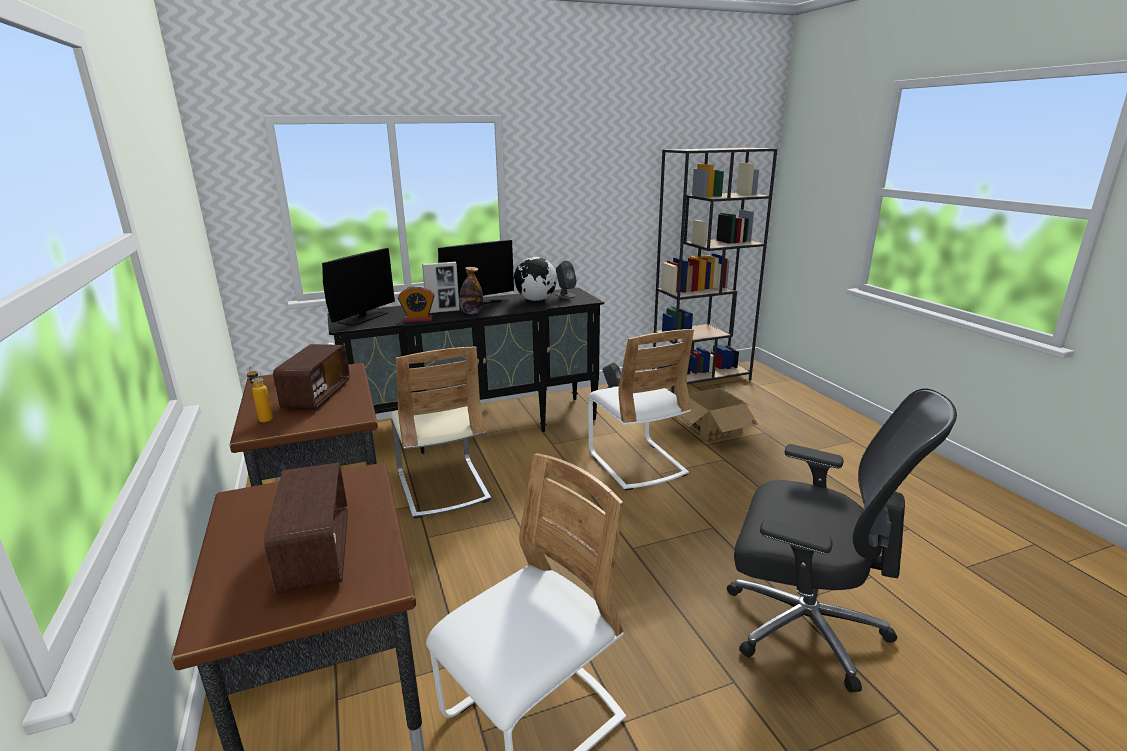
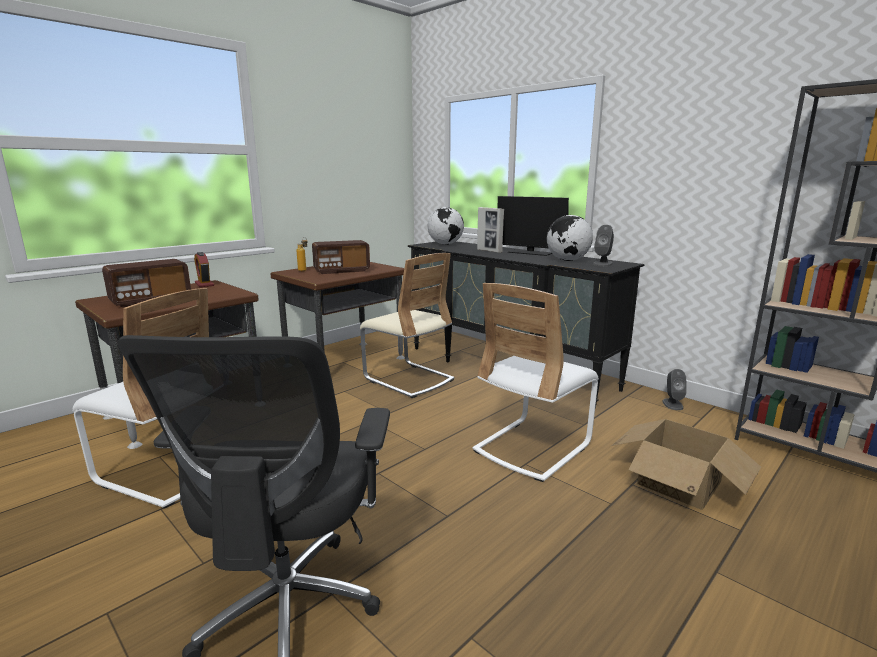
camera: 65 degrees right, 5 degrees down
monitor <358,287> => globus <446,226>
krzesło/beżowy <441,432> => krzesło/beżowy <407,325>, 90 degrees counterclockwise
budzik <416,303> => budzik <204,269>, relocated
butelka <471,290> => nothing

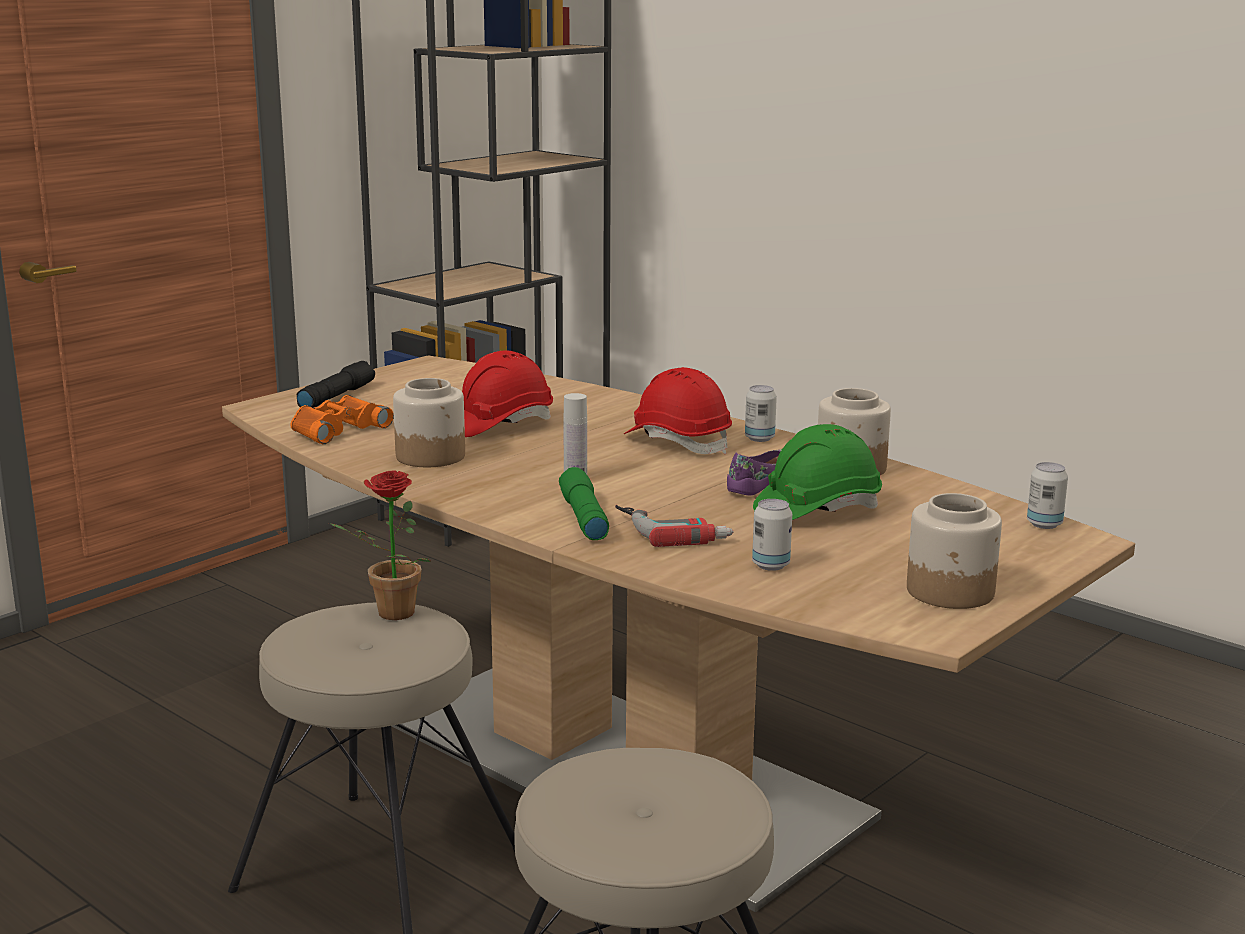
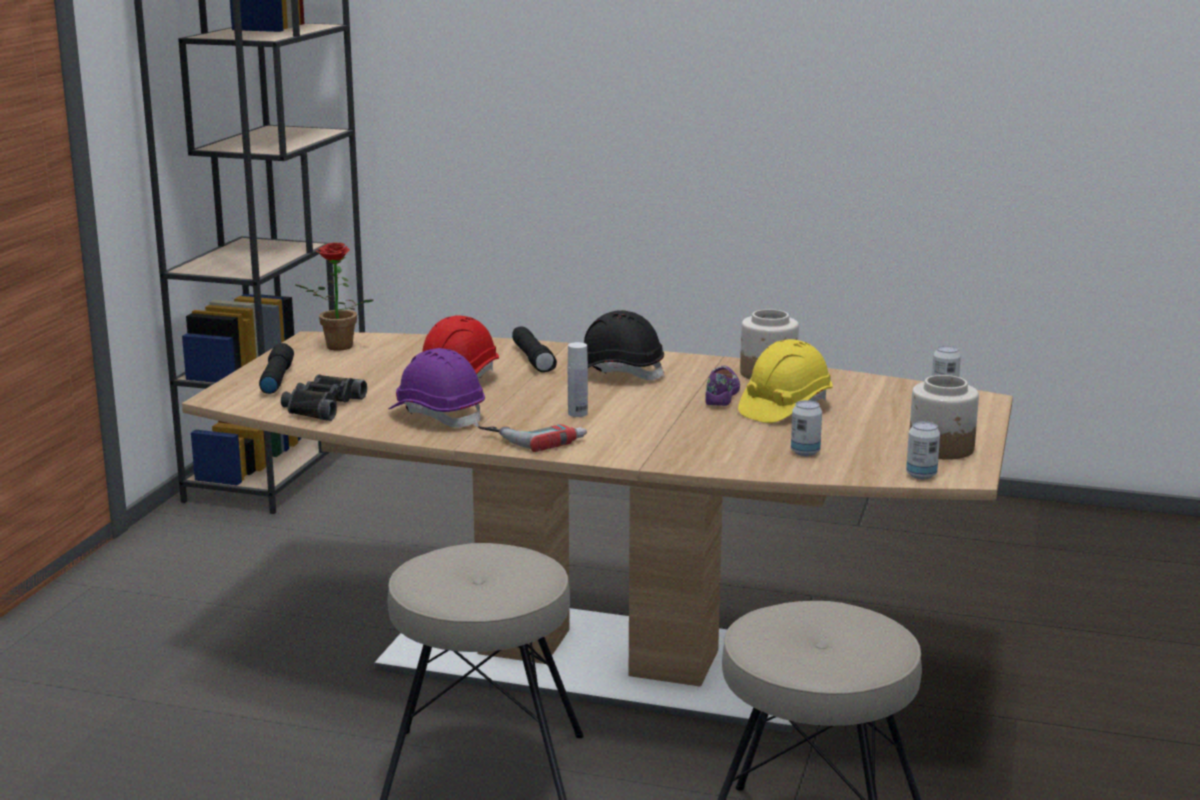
camera: 25 degrees left, 0 degrees up
lornetka/pomarańczowy <342,419> => lornetka/czarny <324,397>
roślina doniczkowa <380,545> => roślina doniczkowa <334,296>, relocated
słoik <429,422> => kask/fioletowy <437,388>
latarka/zielony <584,503> => nothing
wiertarka <674,526> => wiertarka <532,438>, relocated
kask/czerwony <678,410> => kask/czarny <624,345>
puszka <761,413> => puszka <923,450>, relocated
kask/zielony <817,472> => kask/żółty <785,381>
nothing => latarka/czarny <534,349>

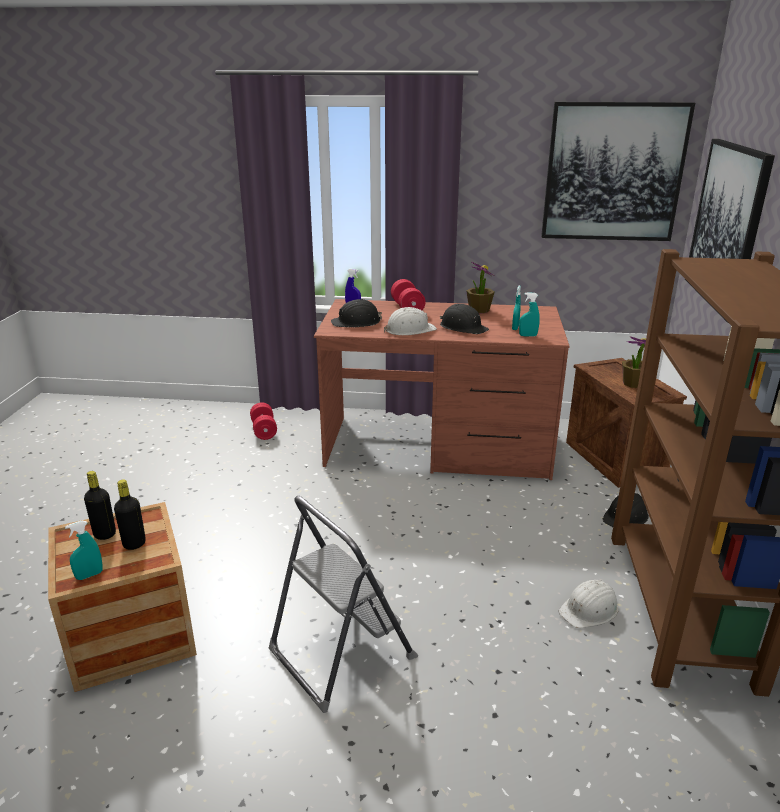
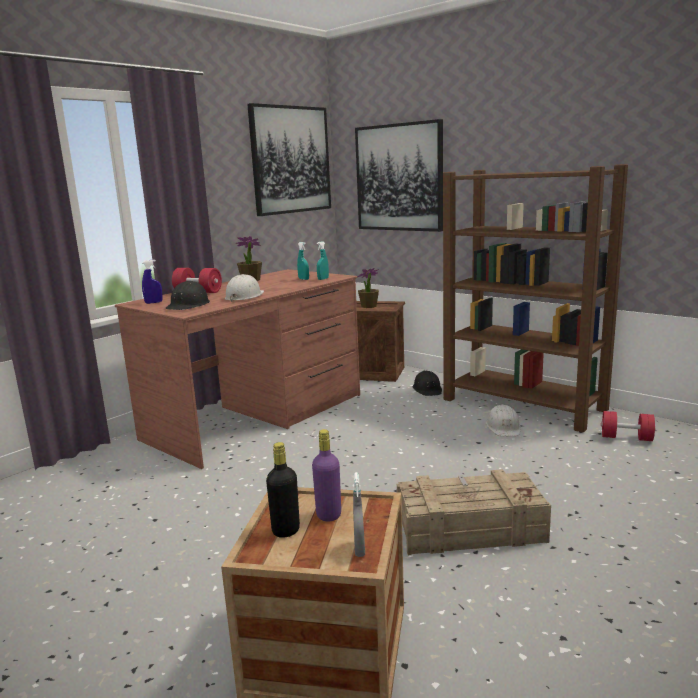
camera: 55 degrees left, 10 degrees down
spryskiwacz/turkusowy <84,550> => spryskiwacz/szary <359,514>
butelka/czarny <130,514> => butelka/fioletowy <326,475>
hantel/czerwony <263,421> => hantel/czerwony <628,426>, relocated
drabinka/szary <343,604> => skrzynka <474,512>
kask/czarny <464,319> => nothing

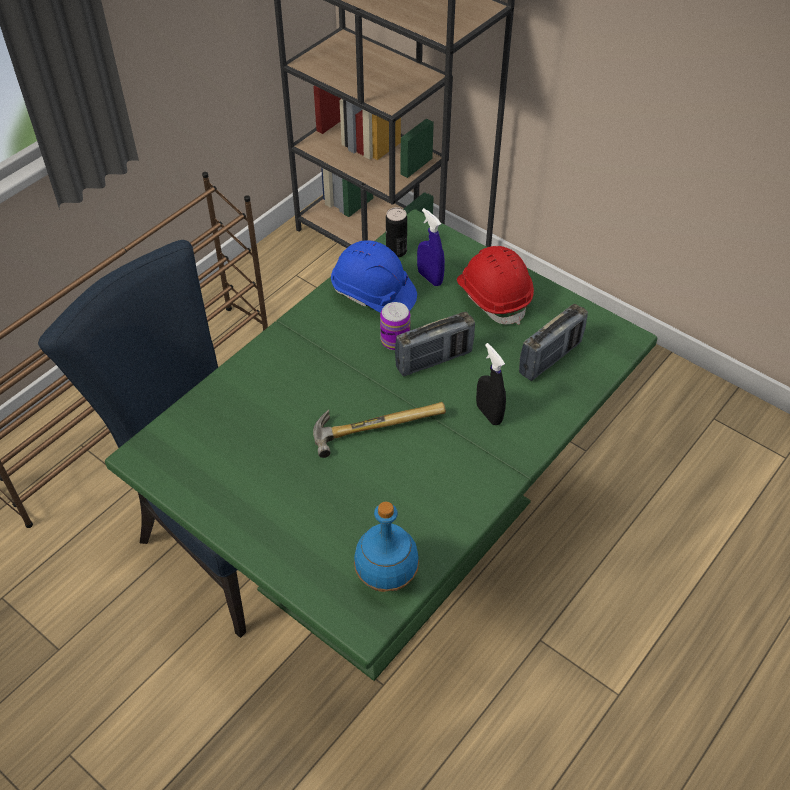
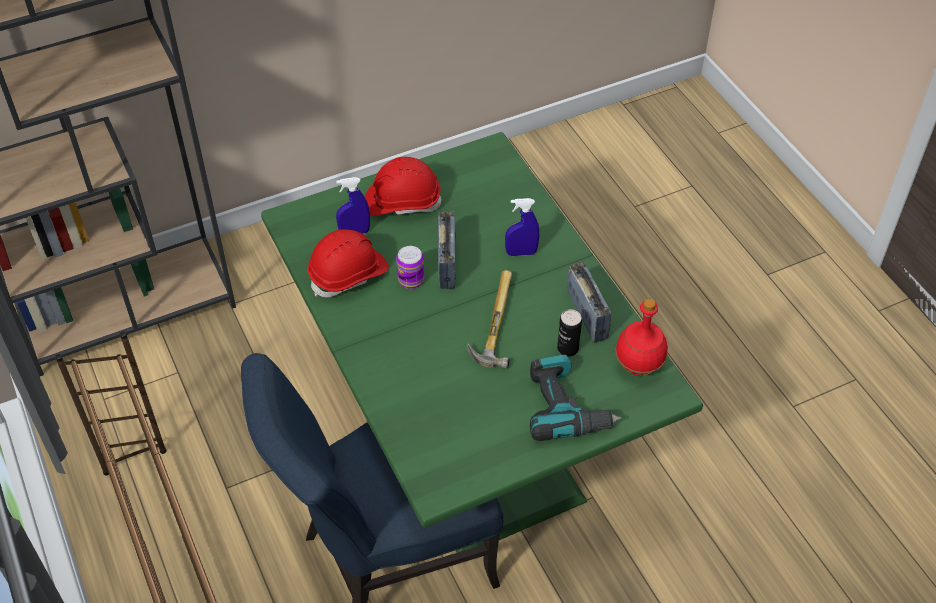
camera: 65 degrees left, 0 degrees up
kask/niebieski <374,276> => kask/czerwony <348,263>
butelka/niebieski <386,547> => butelka/czerwony <641,337>
puszka <396,232> => puszka <569,332>, relocated
spryskiwacz/czarny <491,384> => spryskiwacz/niebieski <522,227>
radio <553,342> => radio <589,302>, relocated
nothing => wiertarka <575,398>

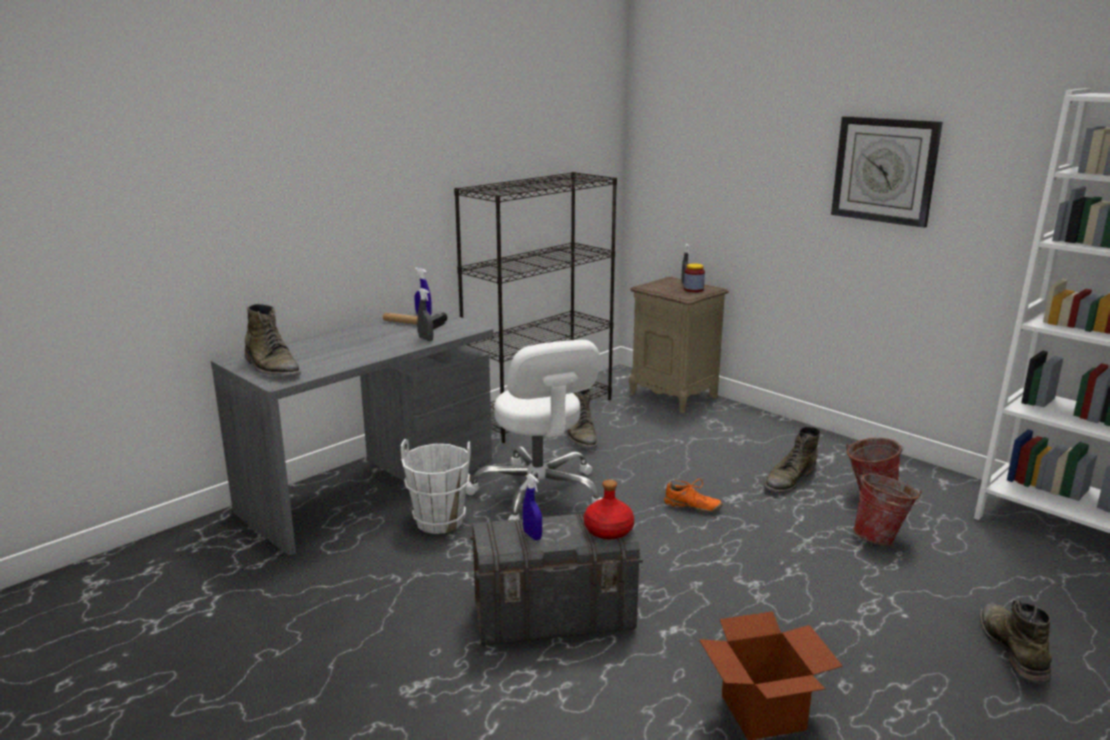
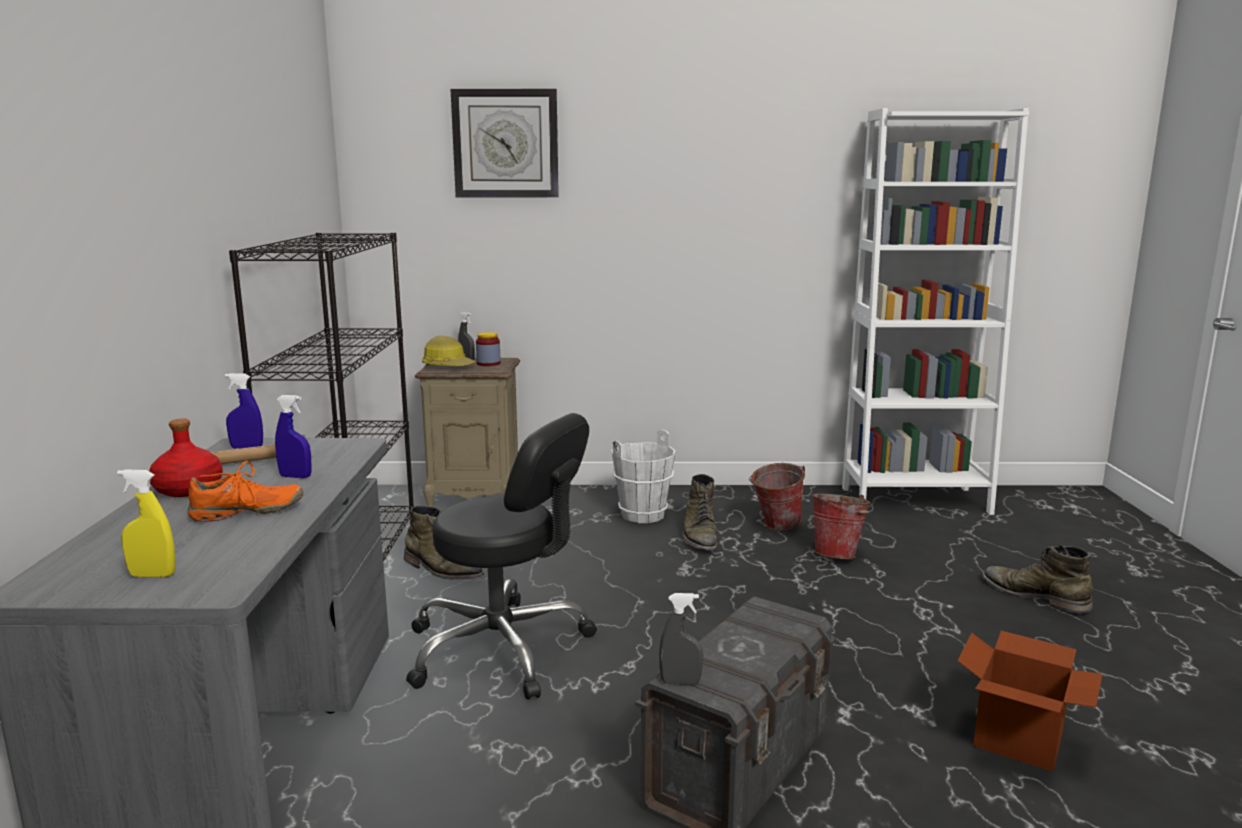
camera: 45 degrees left, 5 degrees down
but z cholewką/zielony <273,340> => spryskiwacz/żółty <146,523>
wiadro/biały <436,486> => wiadro/biały <643,476>, relocated
spryskiwacz/szary <425,314> => spryskiwacz/szary <681,639>, relocated
krzesło biurowe/biały <534,430> => krzesło biurowe/czarny <501,556>
spryskiwacz/niebieski <532,507> => spryskiwacz/niebieski <293,436>, relocated
butelka/czerwony <609,509> => butelka/czerwony <186,458>, relocated
but/pomarańczowy <693,496> => but/pomarańczowy <245,491>, relocated
zegar ścienny <886,172> => zegar ścienny <505,143>, relocated
nothing => kask <448,351>

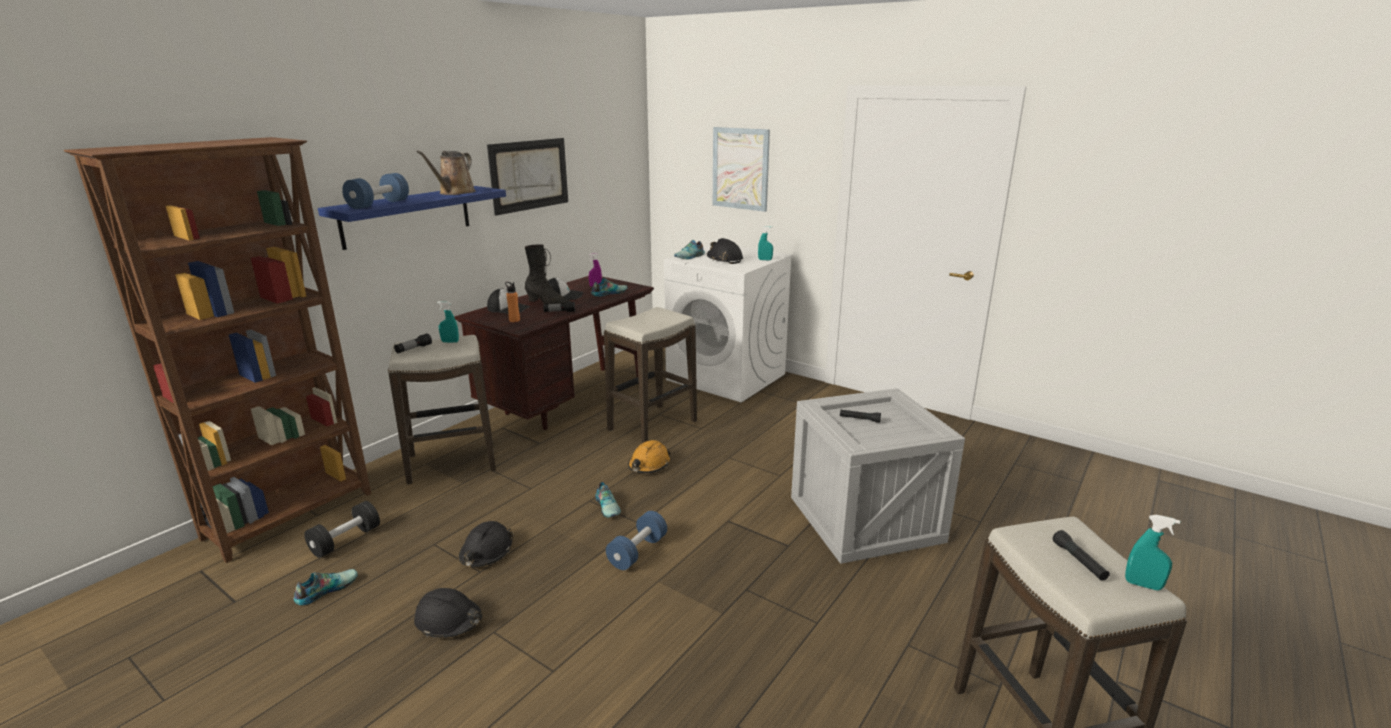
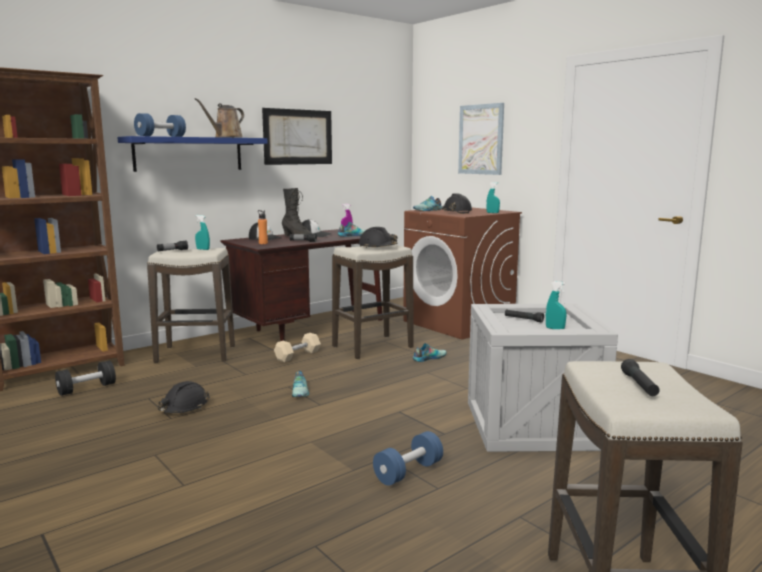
camera: 15 degrees right, 10 degrees down
but <325,587> => but <430,352>, relocated
kask/czarny <448,613> => kask/czarny <378,237>, relocated
hantel/niebieski <636,540> => hantel/niebieski <408,458>, relocated
kask/pomarańczowy <649,456> => nothing
pralka/biały <728,323> => pralka/brązowy <462,274>
spryskiwacz/turkusowy <1152,552> => spryskiwacz/turkusowy <556,305>, relocated
nothing => hantel/beżowy <297,347>

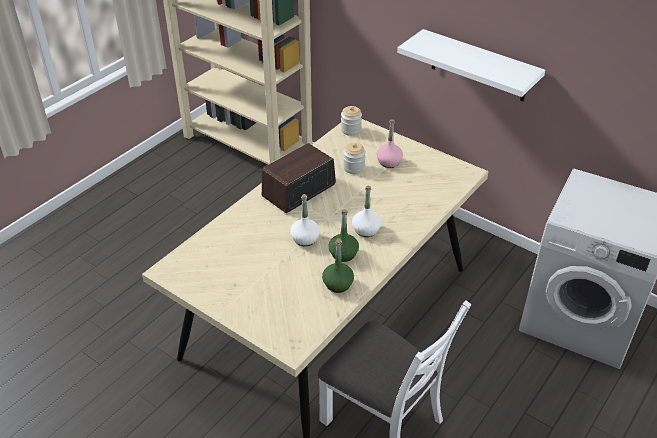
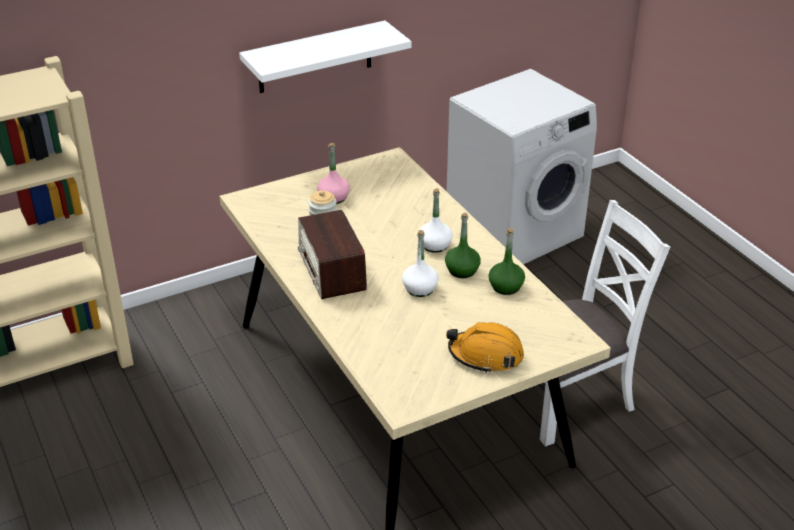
camera: 65 degrees left, 5 degrees down
słoik <351,121> => nothing
nothing => kask/pomarańczowy <485,347>

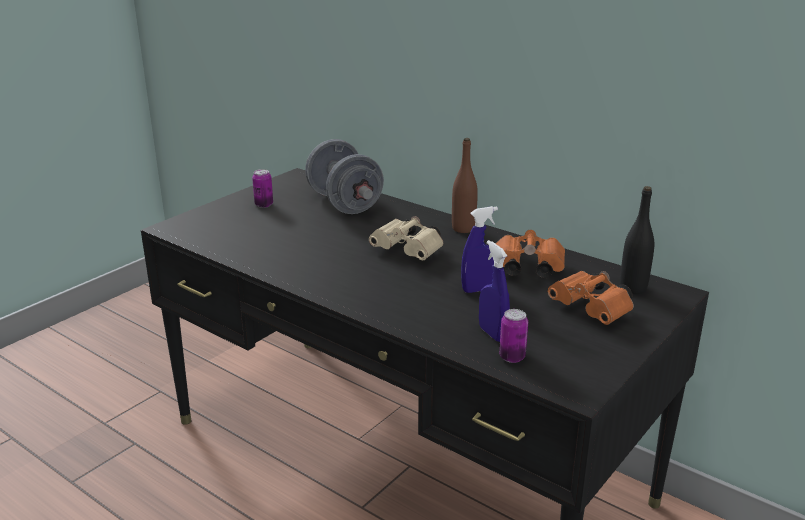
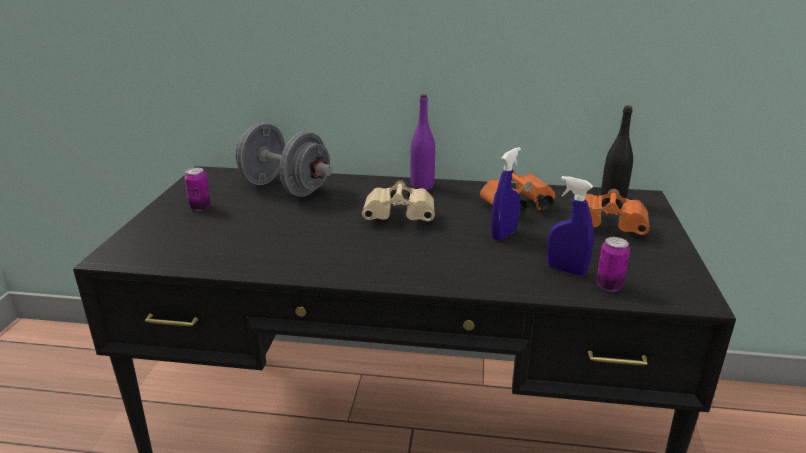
camera: 30 degrees left, 0 degrees up
butelka/brązowy <465,185> => butelka/fioletowy <422,142>

